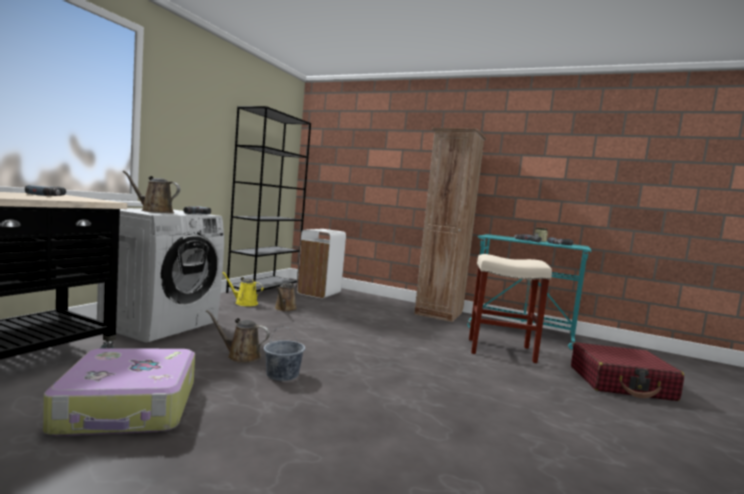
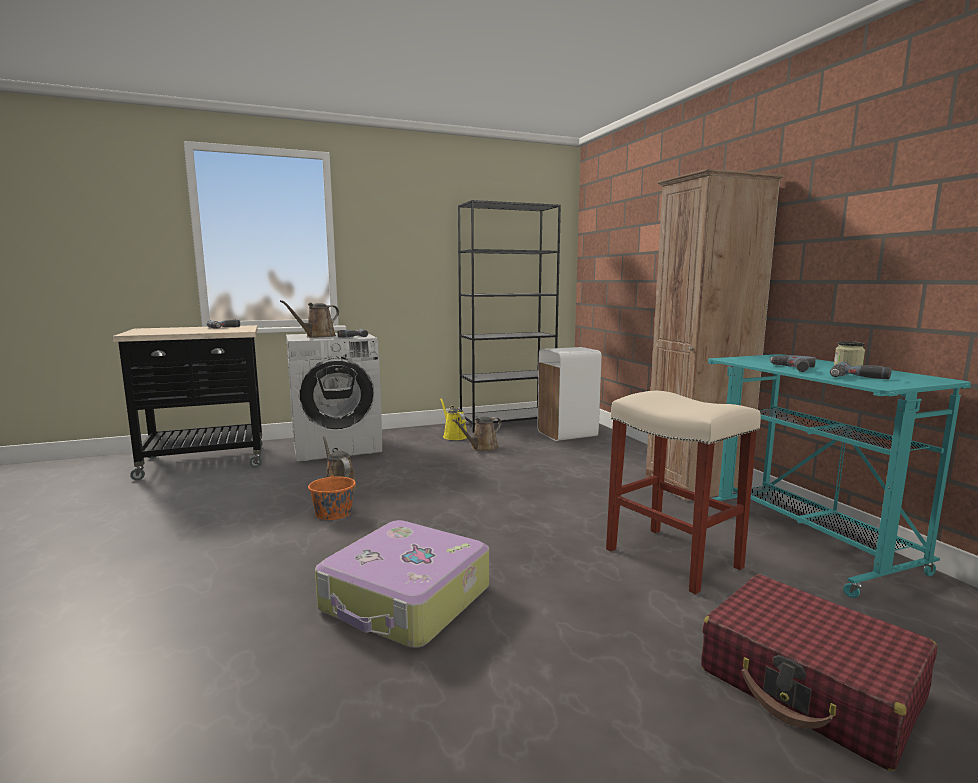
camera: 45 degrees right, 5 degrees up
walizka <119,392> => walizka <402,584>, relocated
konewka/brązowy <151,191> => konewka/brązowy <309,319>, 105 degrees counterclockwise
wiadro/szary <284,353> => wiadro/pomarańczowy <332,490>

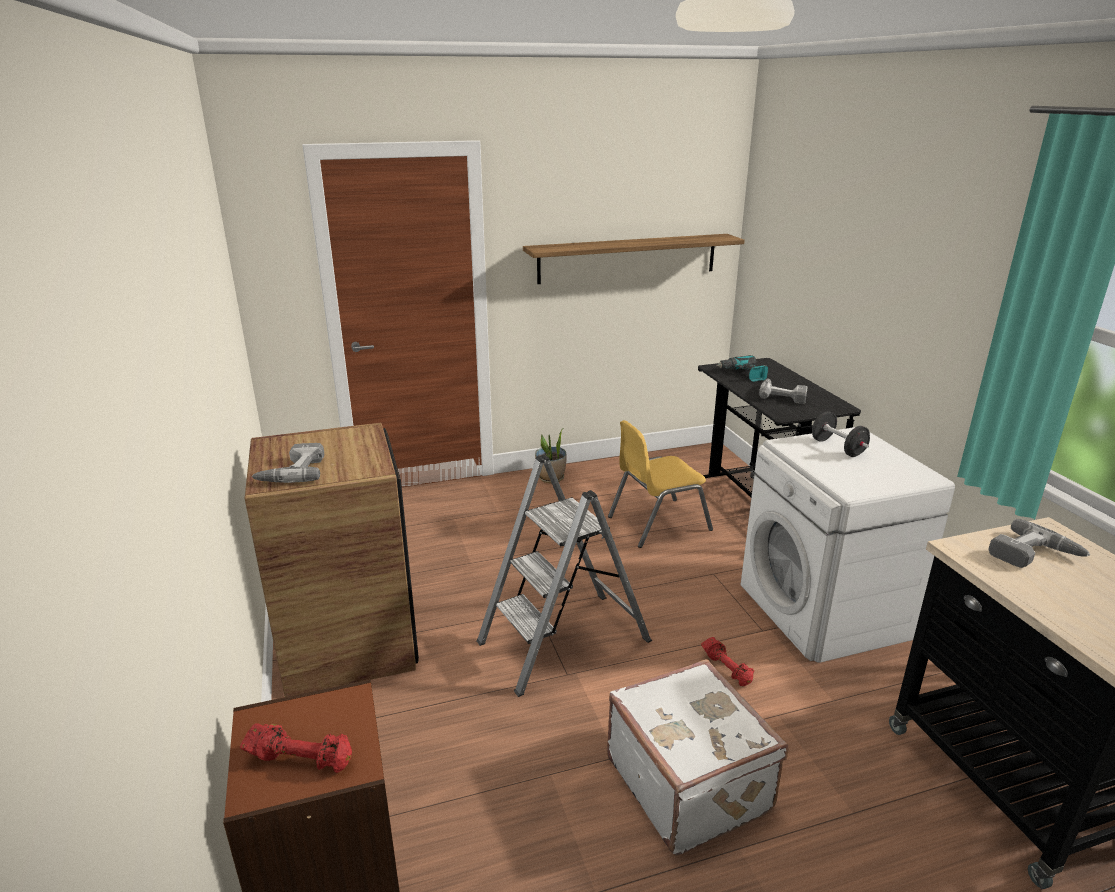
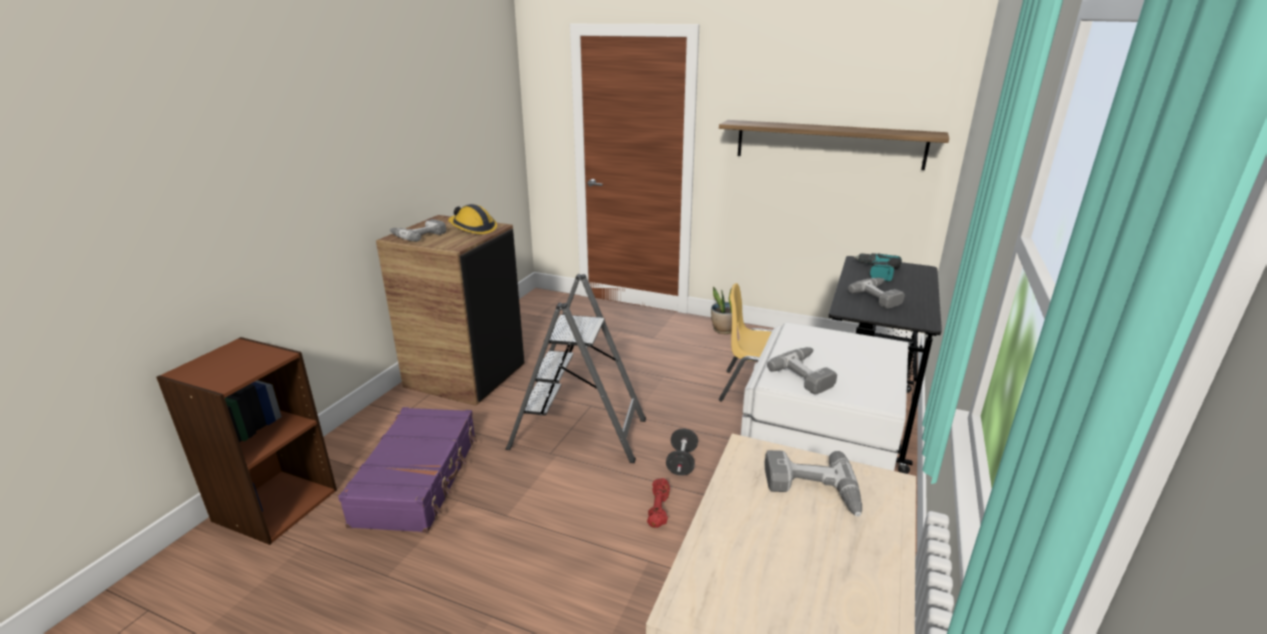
camera: 40 degrees right, 0 degrees up
hantel/czerwony <296,748> => nothing
walizka/biały <697,757> => nothing
hantel/czarny <841,434> => hantel/czarny <682,452>, relocated
nothing => walizka/fioletowy <407,470>
nothing => kask <472,219>
nothing => wiertarka <802,371>

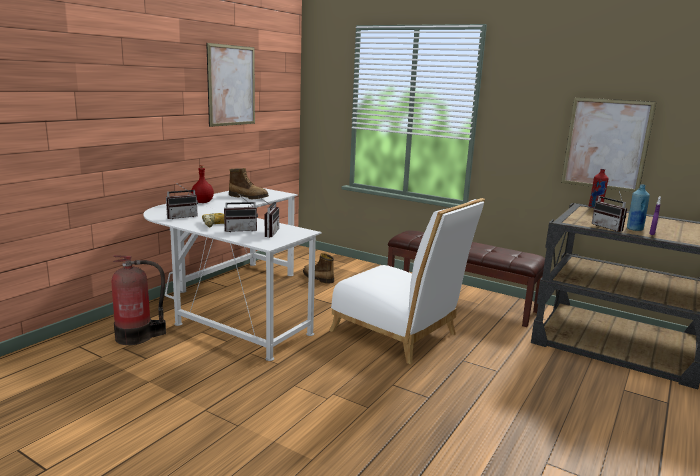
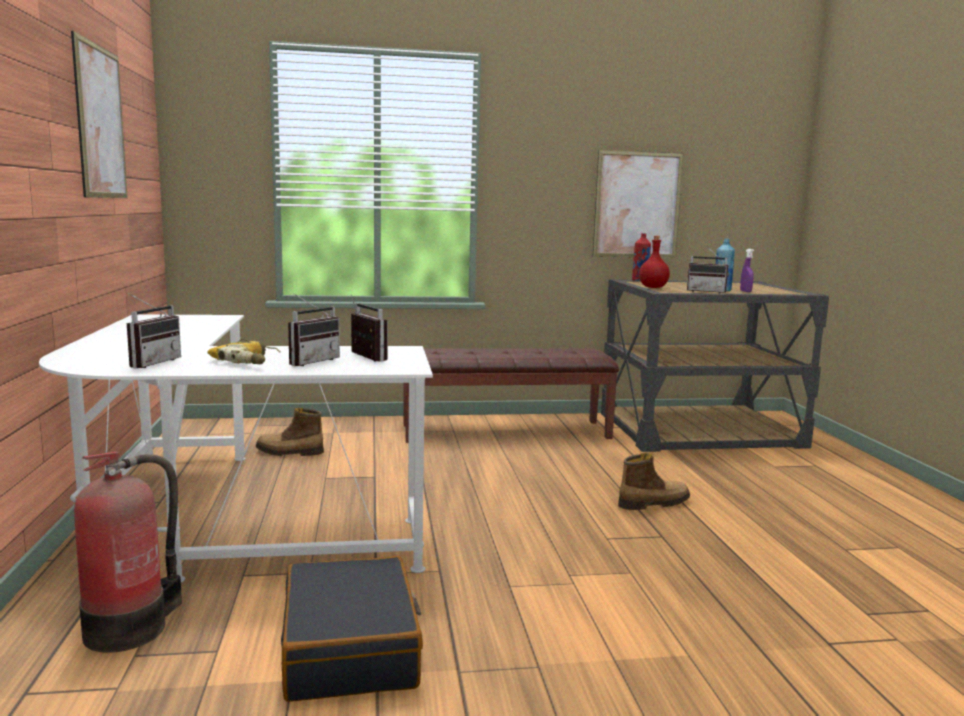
camera: 40 degrees left, 5 degrees down
butelka/czerwony <202,184> => butelka/czerwony <654,262>, relocated
but z cholewką <249,183> => but z cholewką <654,481>, relocated
krzesło/biały <407,281> => nothing
nothing => walizka/czarny <352,629>

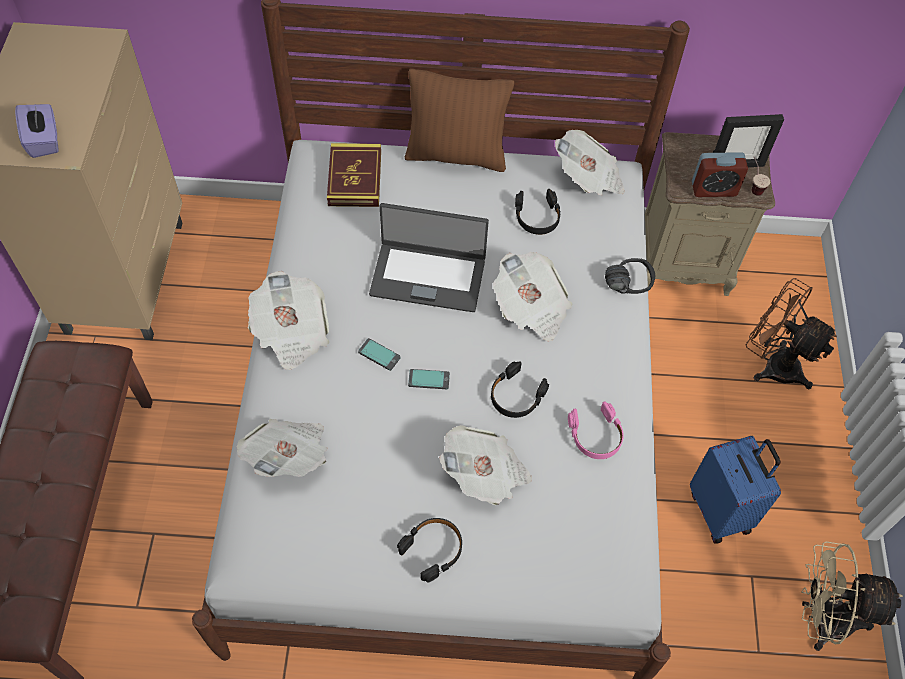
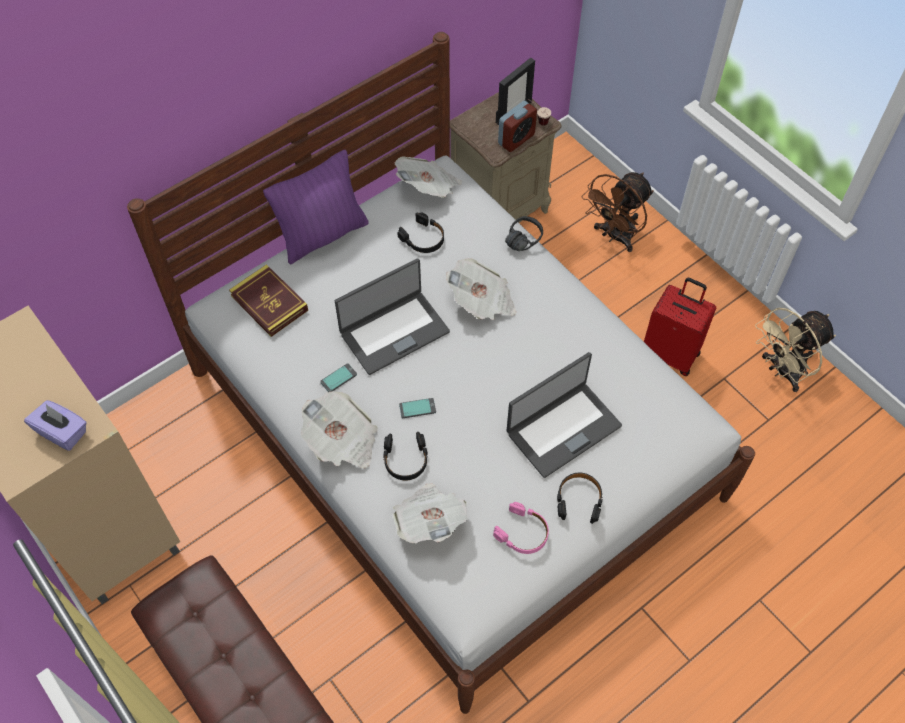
camera: 40 degrees left, 0 degrees up
poduszka/brązowy <459,120> => poduszka/fioletowy <316,207>
telefon <429,379> => telefon <338,377>, relocated
gazeta <485,465> => laptop <564,415>
słuchawki/czarny <520,389> => słuchawki/czarny <405,456>, relocated
słuchawki/różowy <596,430> => słuchawki/różowy <521,528>, relocated
walizka/niebieski <735,490> => walizka/czerwony <680,327>
wentylator/brązowy <791,333> => wentylator/brązowy <618,212>, 45 degrees counterclockwise

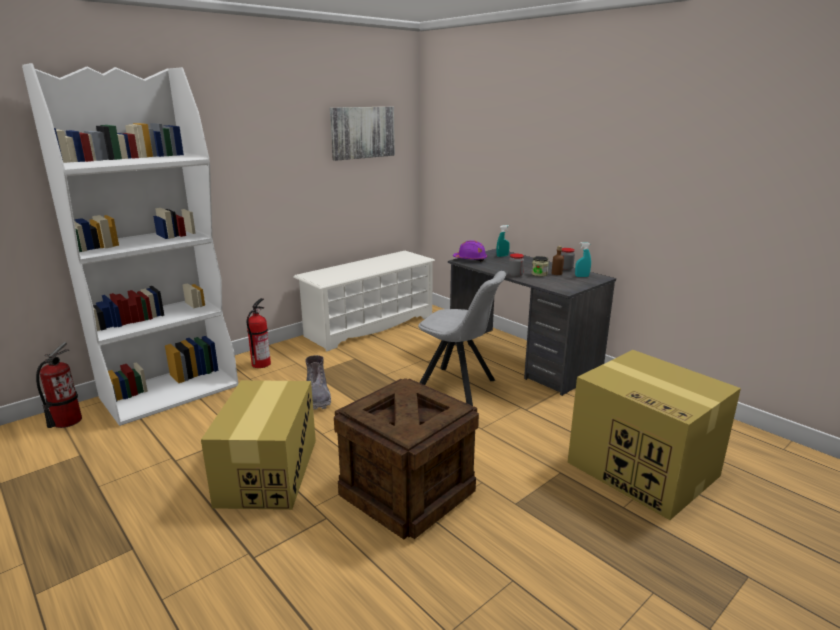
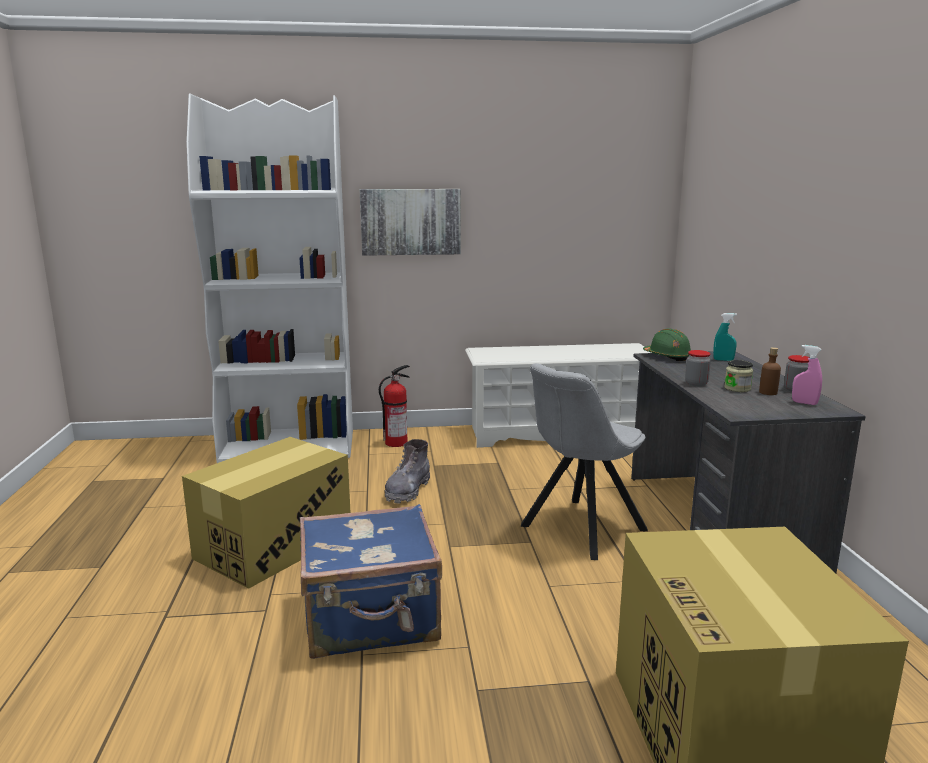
camera: 35 degrees right, 5 degrees down
gaśnica <59,385> => nothing
obraz <362,134> => obraz <410,222>, relocated
skrzynka <406,458> => walizka/niebieski <371,581>
krzesło/szary <462,338> => krzesło/szary <584,461>, 75 degrees clockwise
kask/fioletowy <470,251> => kask/zielony <667,344>
spryskiwacz/turkusowy <583,259> => spryskiwacz/różowy <807,375>

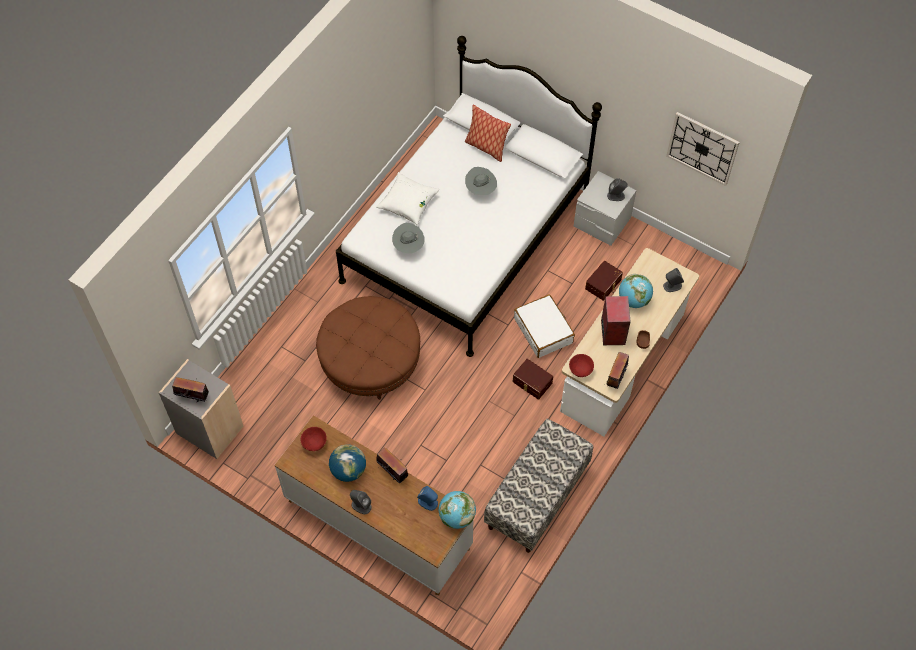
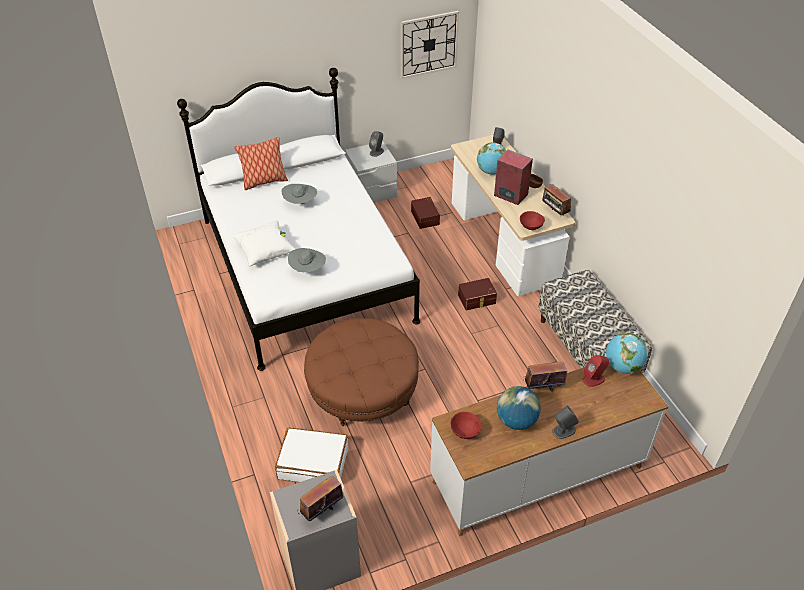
camera: 55 degrees left, 15 degrees down
głośnik/niebieski <427,498> => głośnik/czerwony <595,371>
walizka/biały <544,326> => walizka/biały <311,455>, relocated

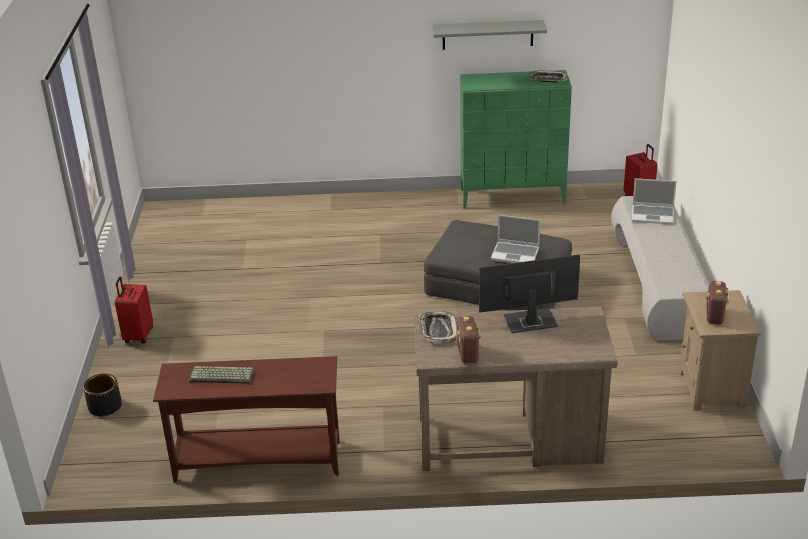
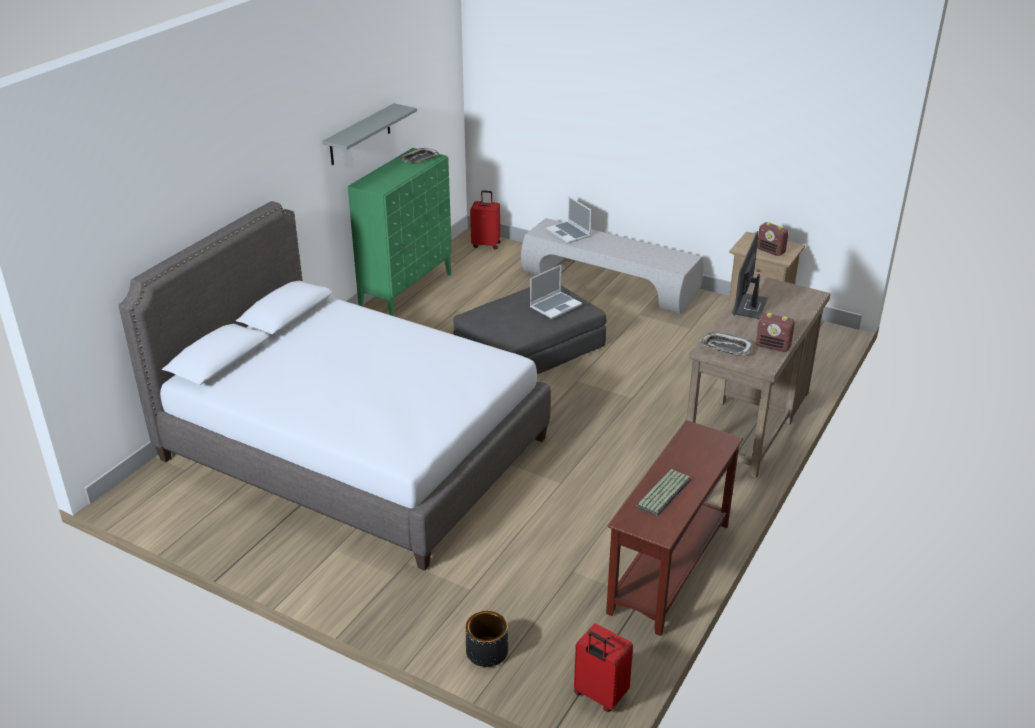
camera: 60 degrees left, 0 degrees up
walizka/czerwony <134,310> => walizka/czerwony <603,667>, relocated
laptop <654,201> => laptop <568,220>, 105 degrees clockwise
nothing => łóżko/szary <335,386>

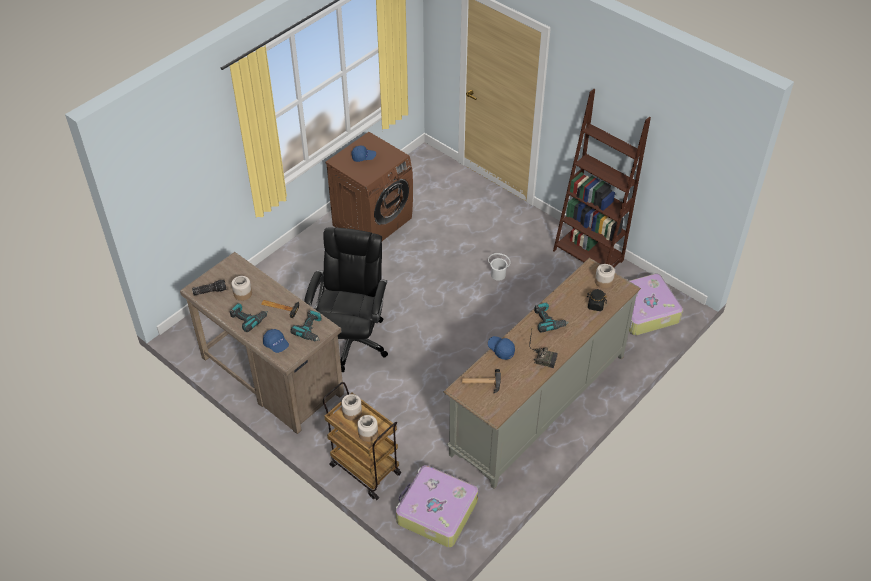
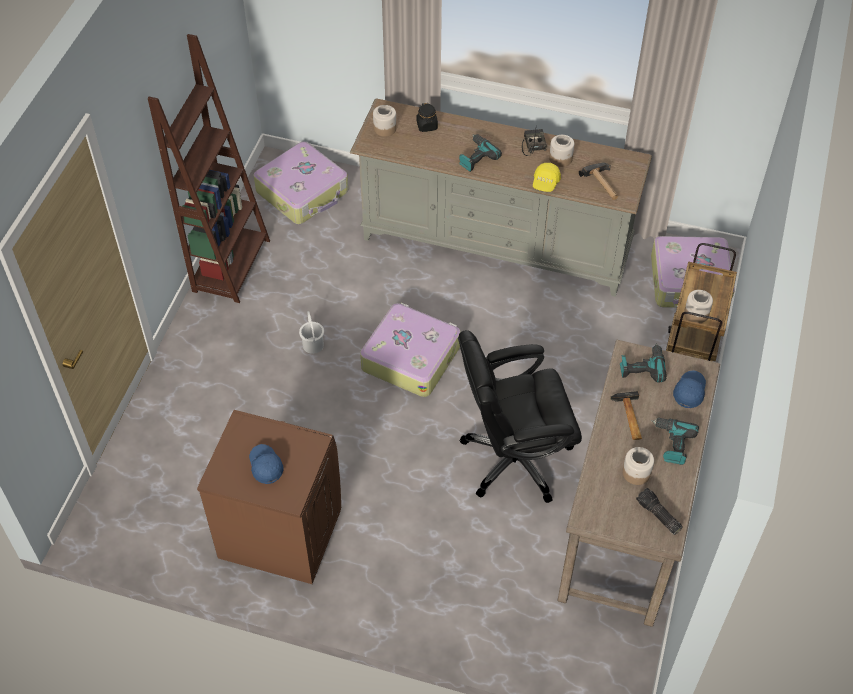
camera: 115 degrees left, 5 degrees up
słoik <367,428> => słoik <561,151>, relocated
czapka z daszkiem/niebieski <501,348> => czapka z daszkiem/żółty <547,177>
nothing => walizka <410,350>

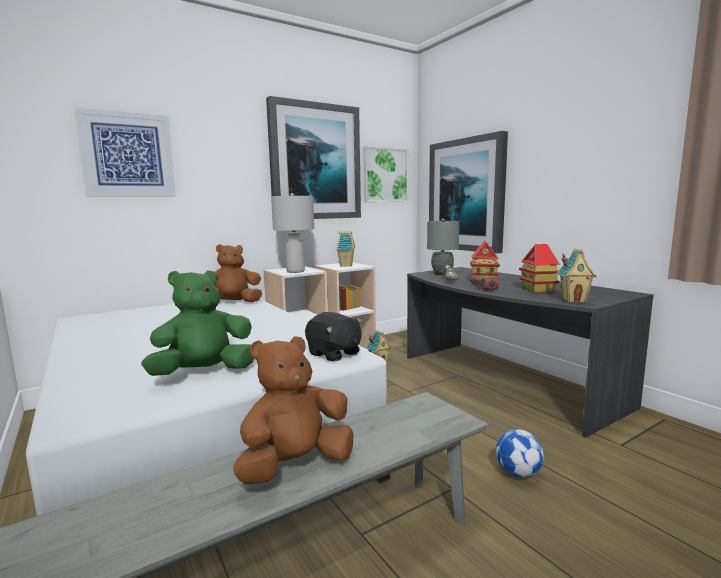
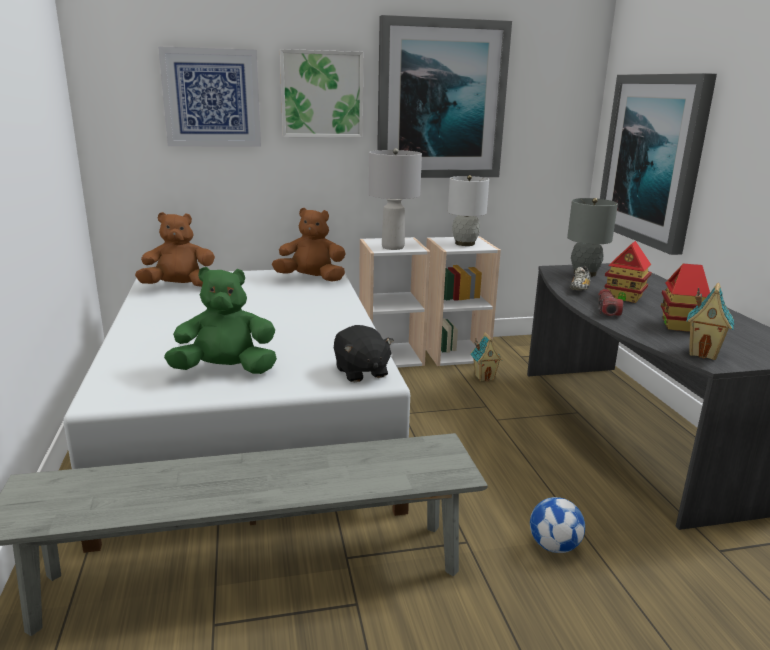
camera: 20 degrees right, 10 degrees up
pluszak/brązowy <293,410> => pluszak/brązowy <175,249>, relocated
domek <345,249> => lampa stołowa/biały <468,210>
obraz <386,174> => obraz <321,93>, relocated

